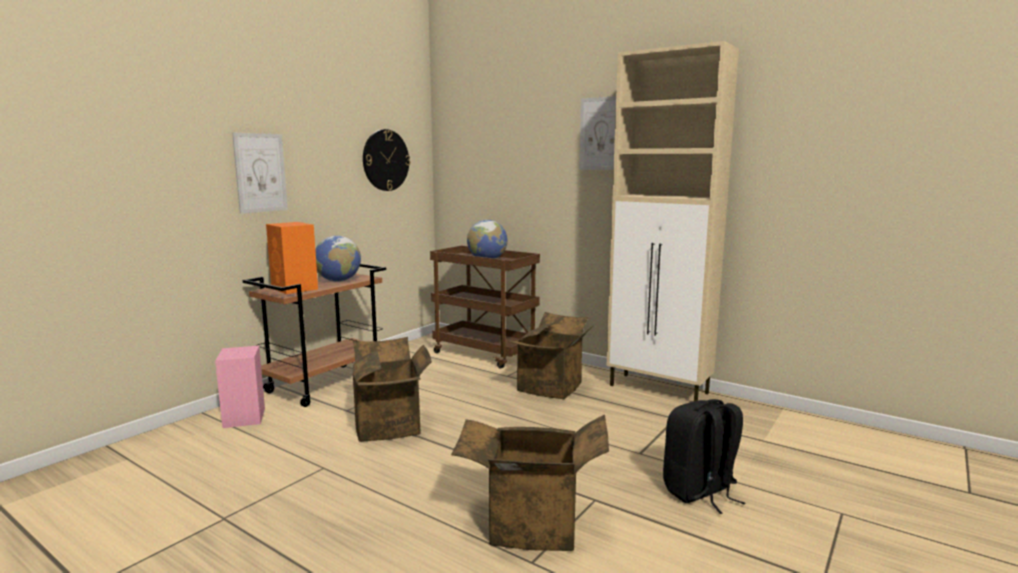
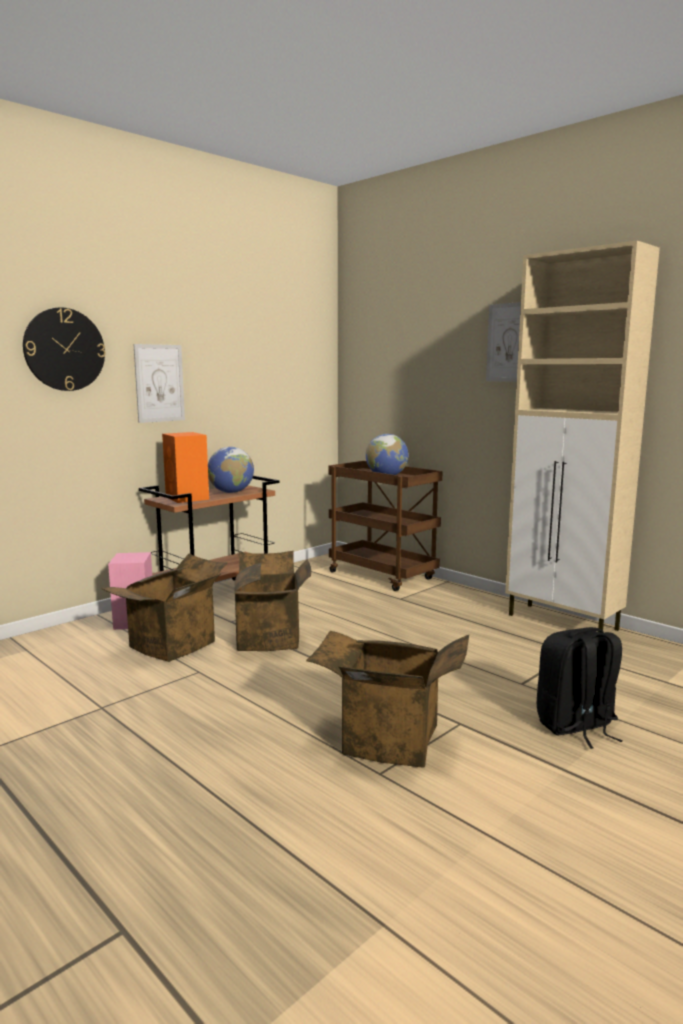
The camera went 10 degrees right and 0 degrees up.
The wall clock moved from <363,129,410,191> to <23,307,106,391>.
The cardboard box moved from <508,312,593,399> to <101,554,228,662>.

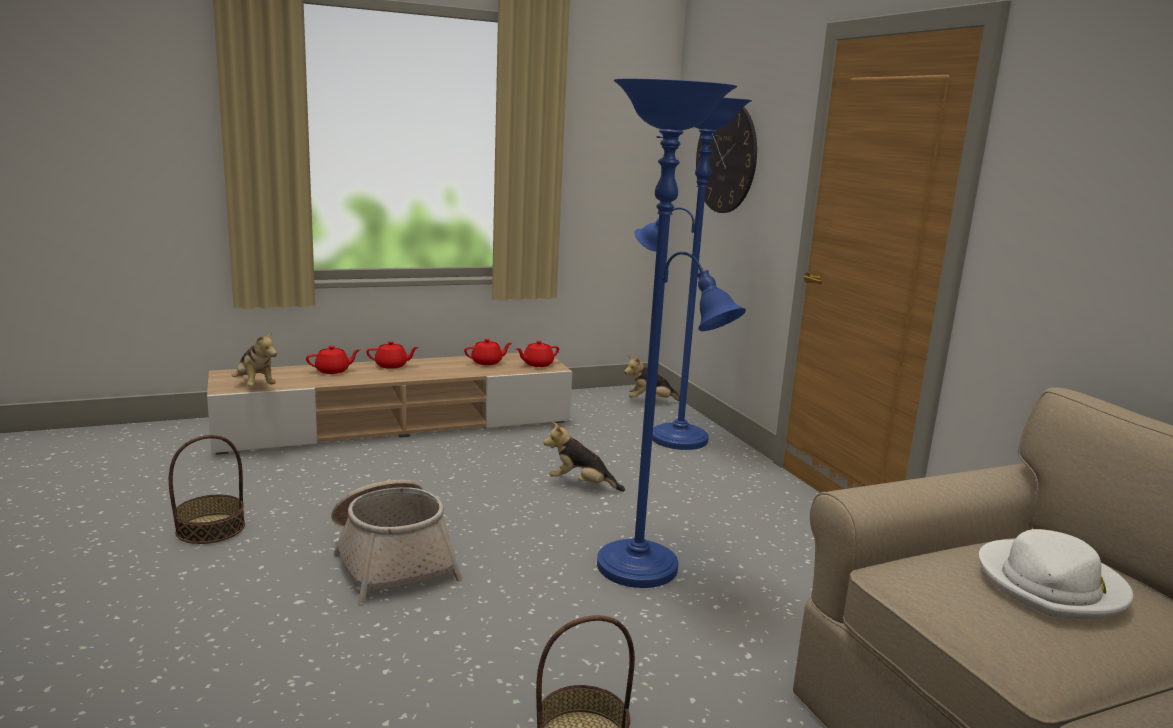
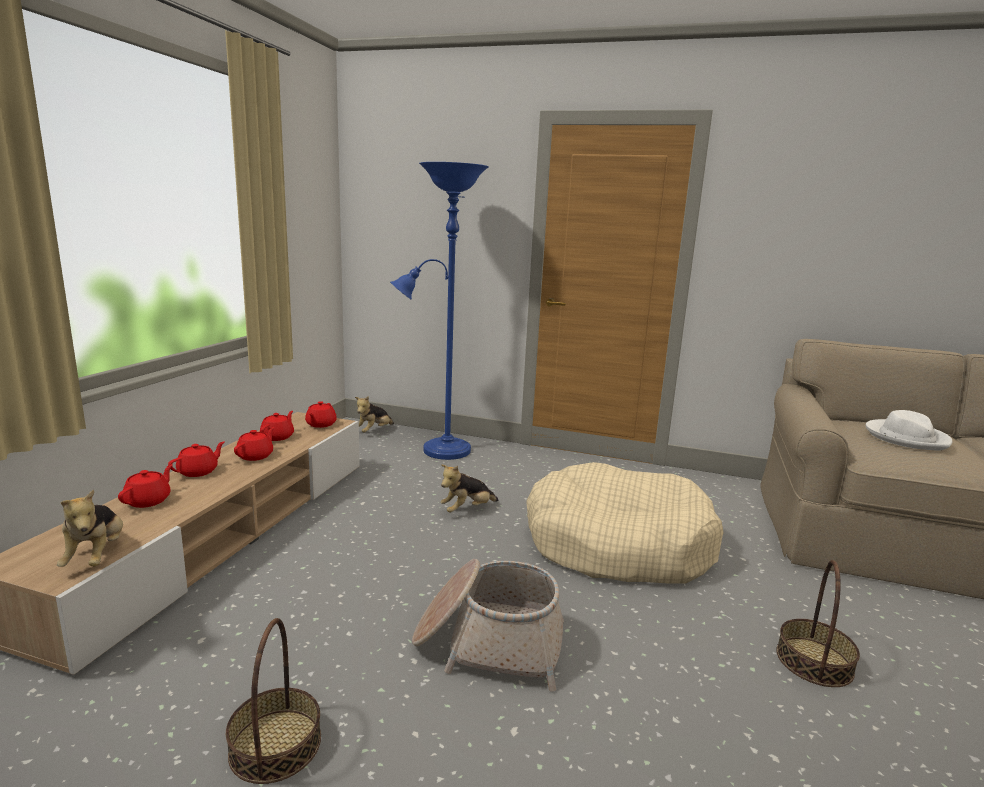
The camera went 50 degrees left and 0 degrees up.
The plush toy at <231,331,277,386> turned 75 degrees clockwise.
The standing lamp in blue at <597,79,746,588> was replaced by the pet bed in beige at <526,462,724,583>.
The wall clock at <696,107,757,213> disappeared.
The tea pot in red at <234,427,275,461> appeared.

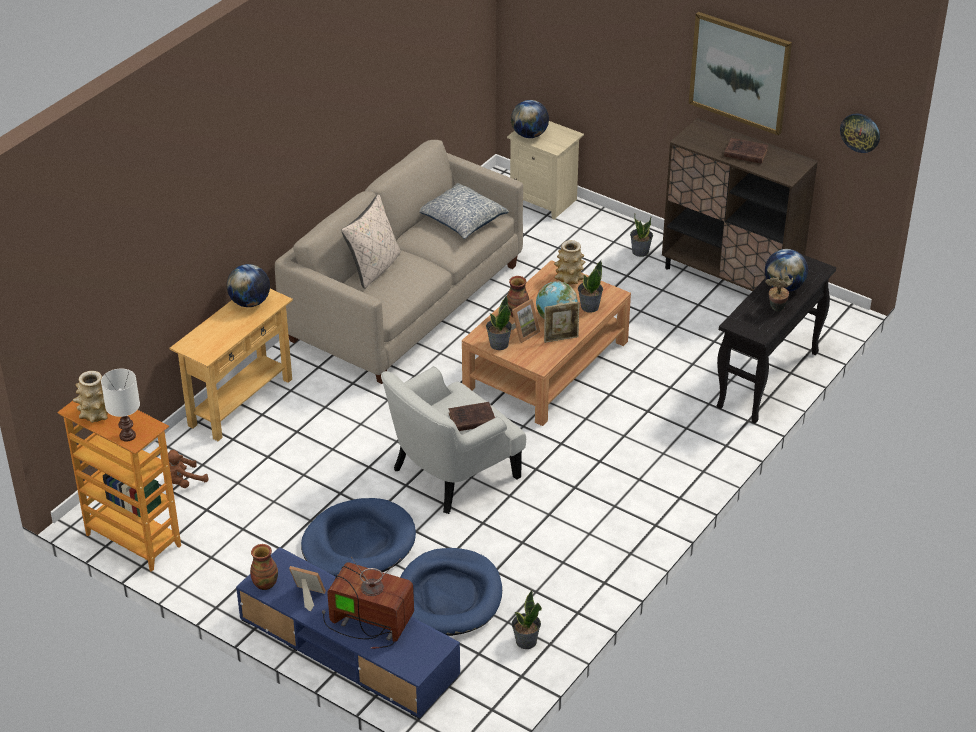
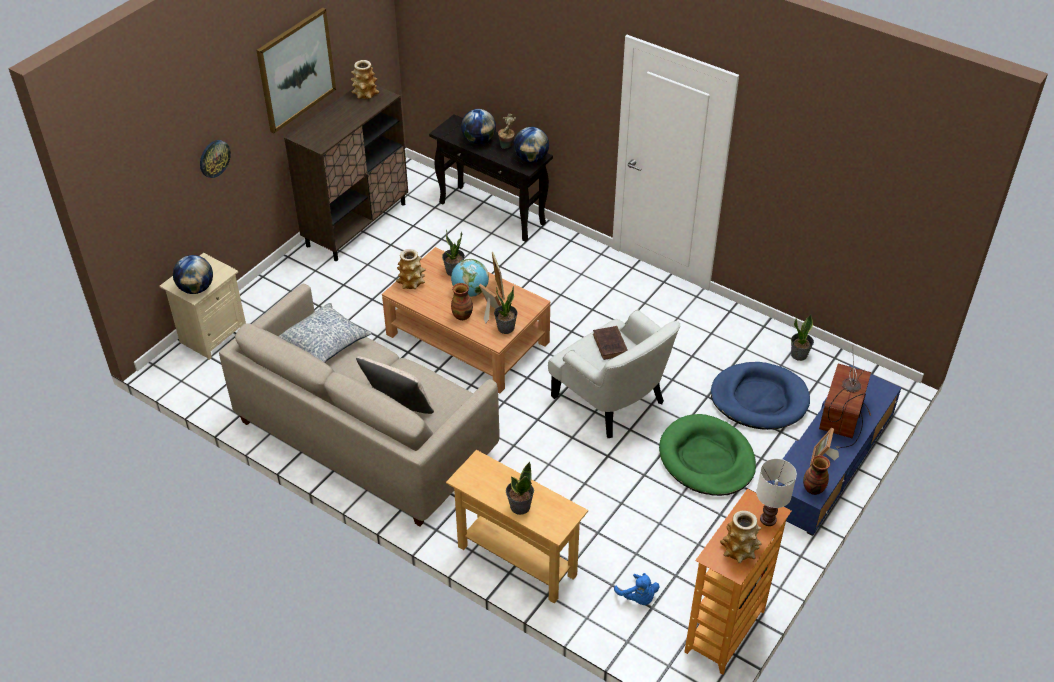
The camera went 90 degrees left and 5 degrees up.
The plush toy in brownish at <168,450,209,488> became the plush toy in blue at <614,573,659,605>.
The world globe moved from <227,264,270,307> to <514,127,549,163>.
The pet bed in blue at <301,498,416,577> became the pet bed in green at <659,414,756,496>.
The plant in a pot moved from <630,216,653,257> to <506,462,534,515>.
The volume in brownish at <724,138,768,164> disappeared.
The wall clock moved from <840,114,880,153> to <200,140,231,178>.
The vase at <351,60,379,99> appeared.

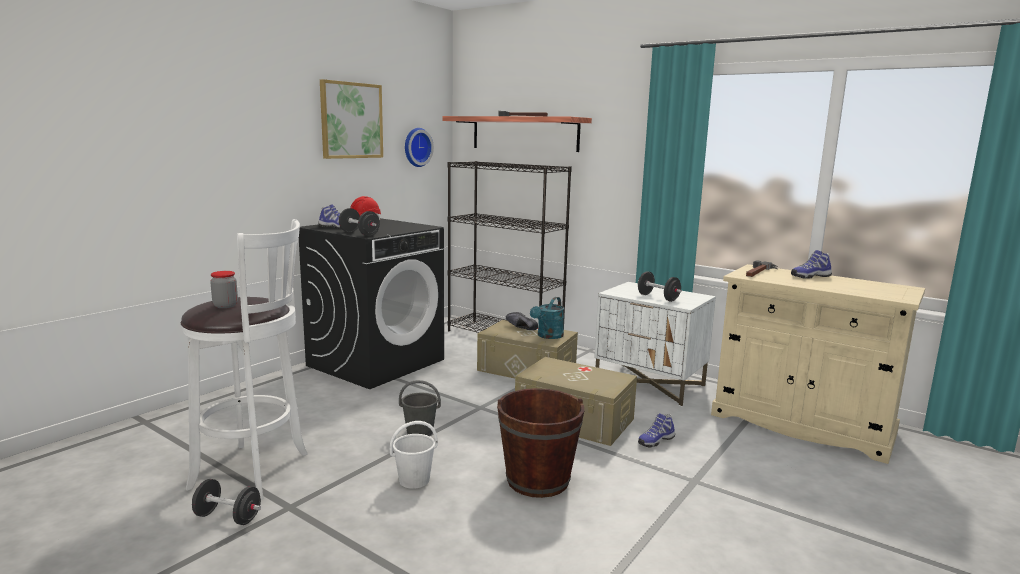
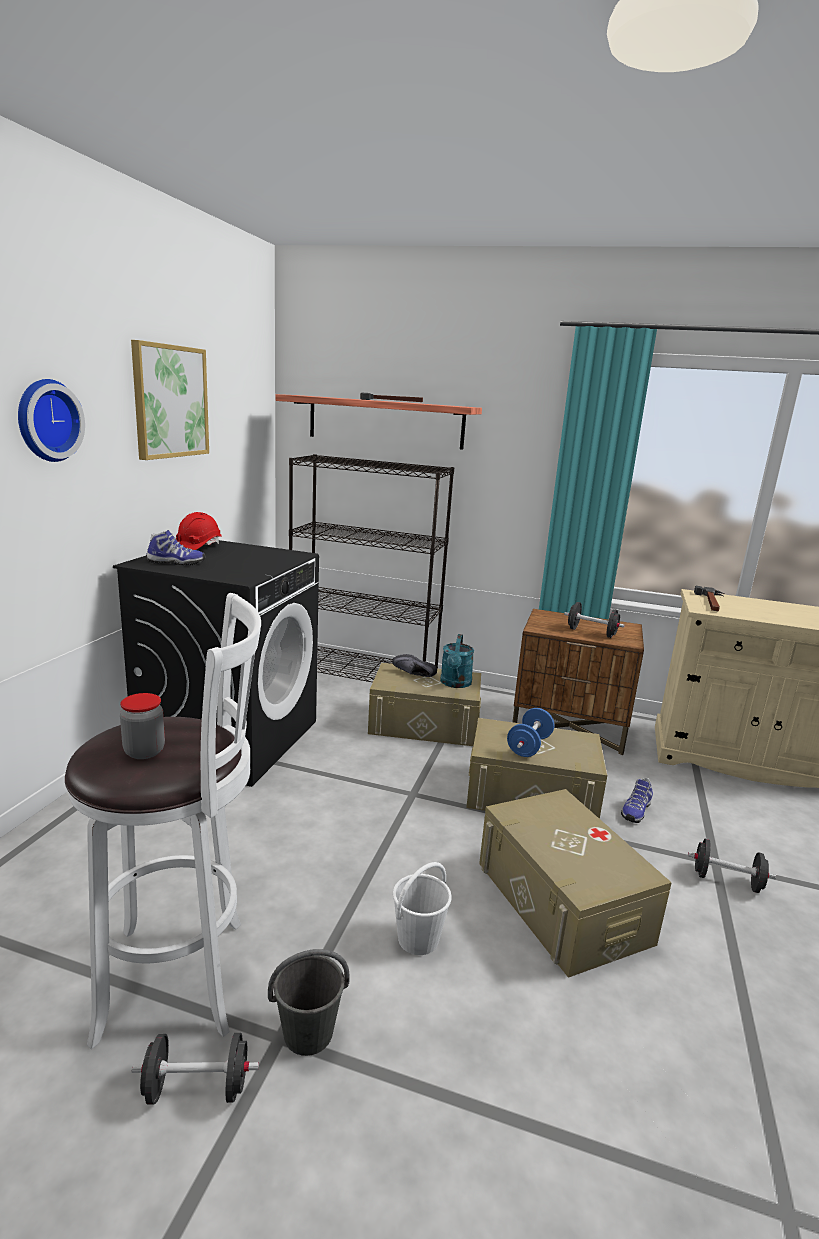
The camera went 20 degrees left and 5 degrees up.
The free weight in black moved from <339,208,380,236> to <688,839,776,893>.
The bucket in gray moved from <399,380,441,436> to <268,949,350,1056>.
The wall clock moved from <405,128,434,167> to <18,379,85,462>.
The bucket in brownish at <497,388,585,498> was replaced by the storage bin in beige at <479,789,672,978>.
The night table in whitish at <594,282,716,407> became the night table in brownish at <513,609,644,755>.
The low shoe at <791,250,832,279> disappeared.
The free weight in blue at <507,708,554,757> appeared.

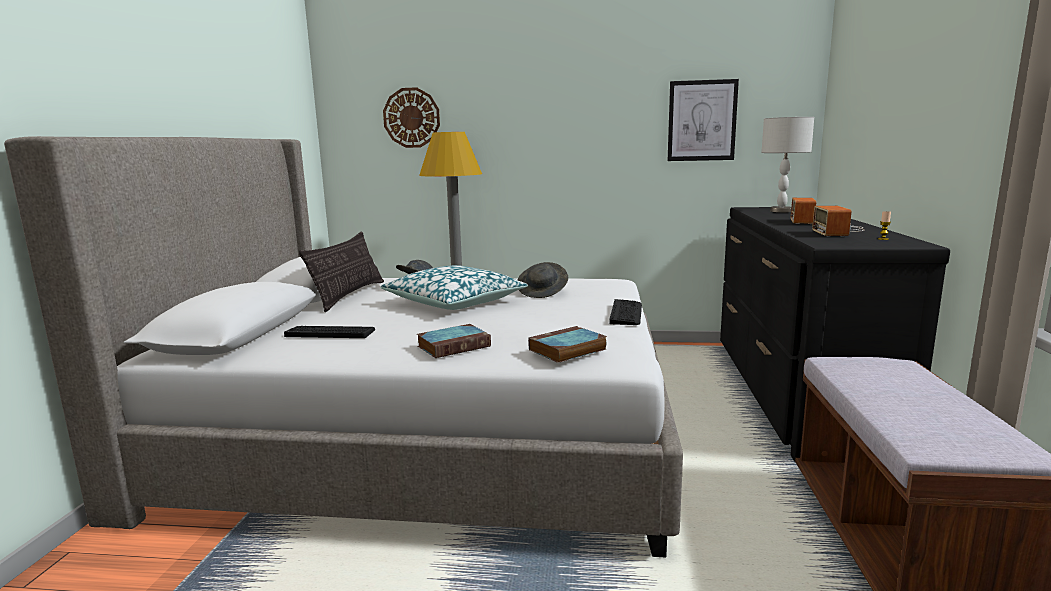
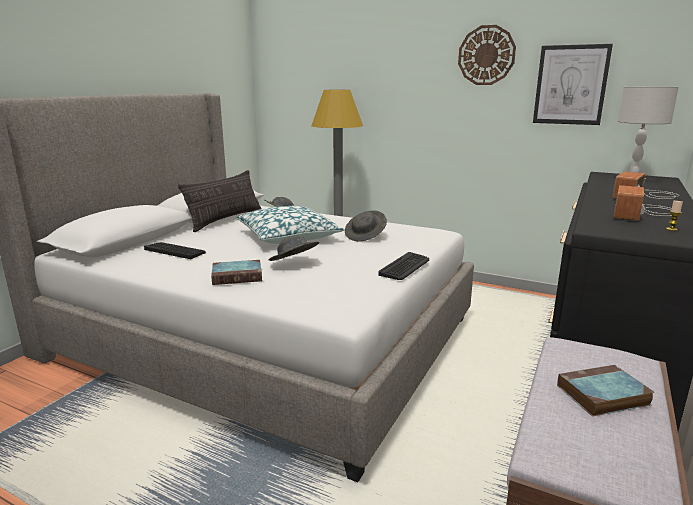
The camera went 20 degrees right and 5 degrees up.
The wall clock moved from <383,87,440,148> to <458,25,516,85>.
The volume moved from <528,326,607,363> to <557,365,654,416>.
The clothing hat in gray at <269,236,319,261> appeared.

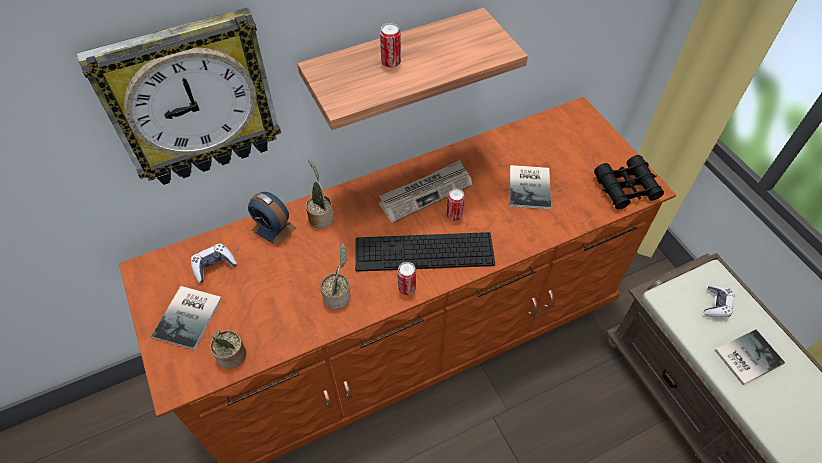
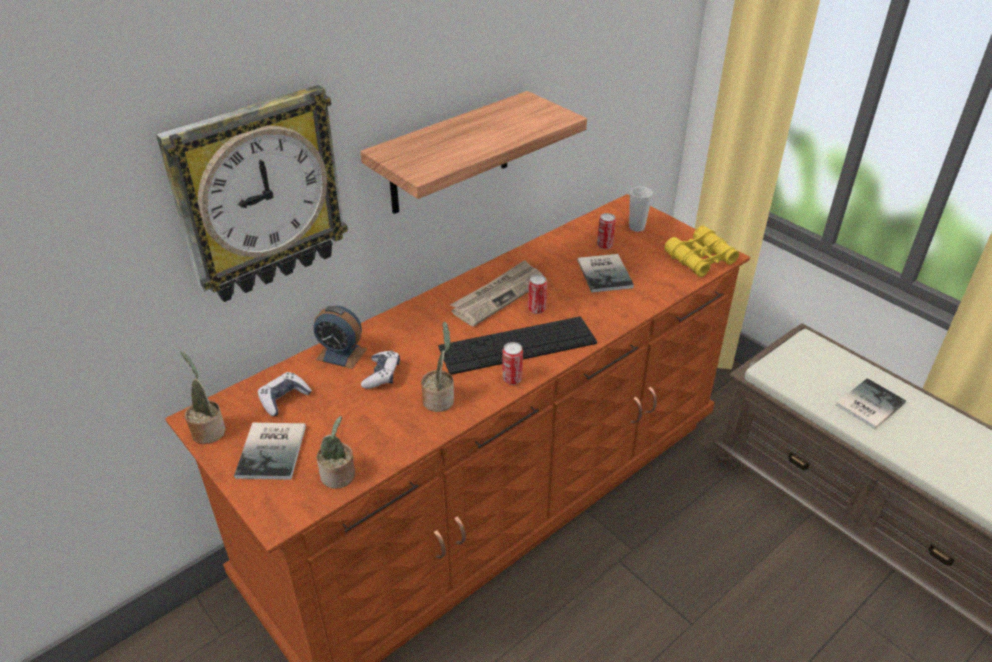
The camera went 15 degrees left and 15 degrees down.
The plant in a pot moved from <305,160,334,228> to <181,352,225,444>.
The sealed can moved from <380,23,401,68> to <597,213,616,249>.
The field glasses in black at <594,155,664,210> became the field glasses in yellowish at <664,226,739,277>.
The gamepad moved from <704,285,735,317> to <361,351,400,389>.
The small cup at <629,187,653,232> appeared.

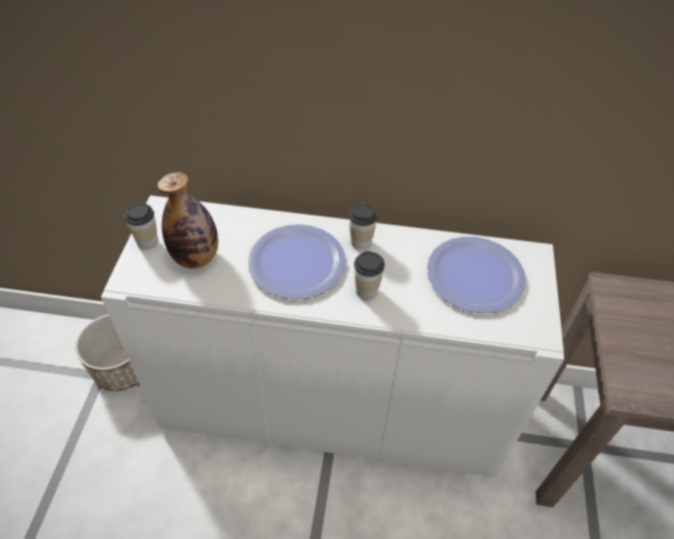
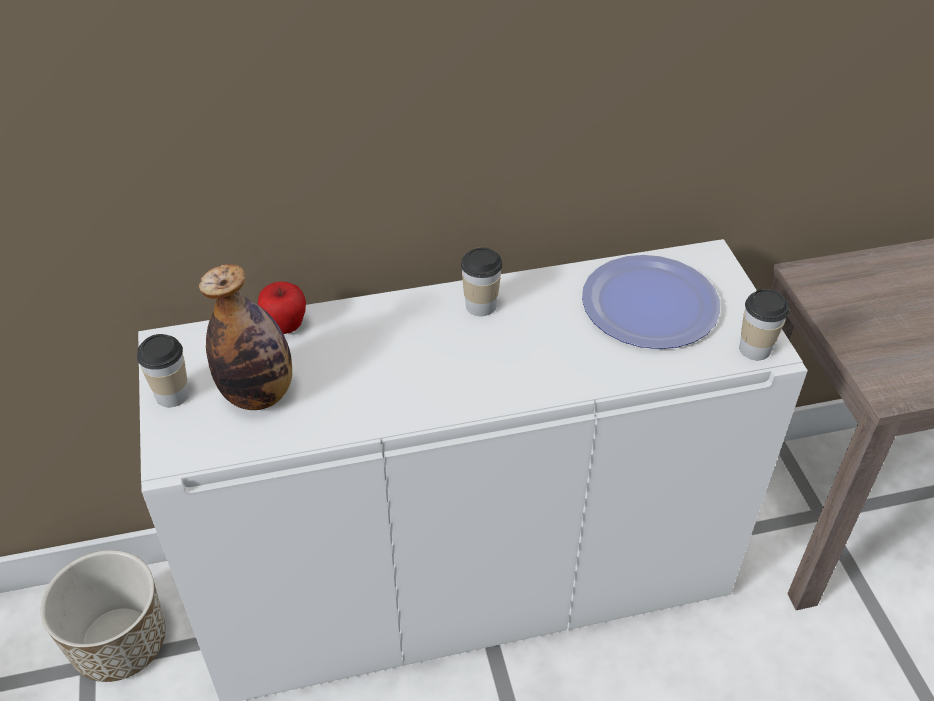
The camera went 20 degrees left and 5 degrees down.
The flat dish at <248,224,346,299> disappeared.
The small cup moved from <354,251,385,299> to <739,289,789,360>.
The apple at <258,281,306,334> appeared.

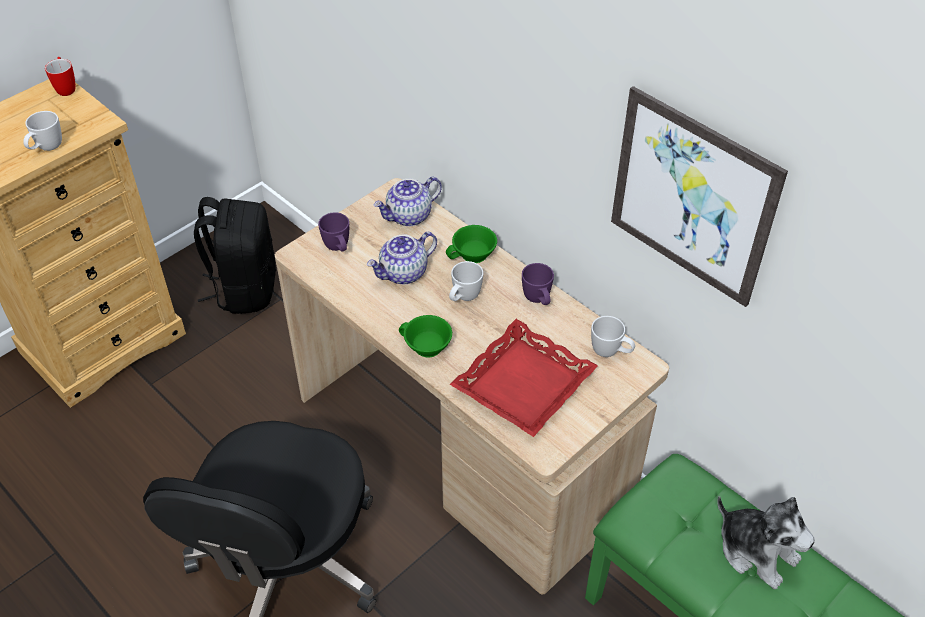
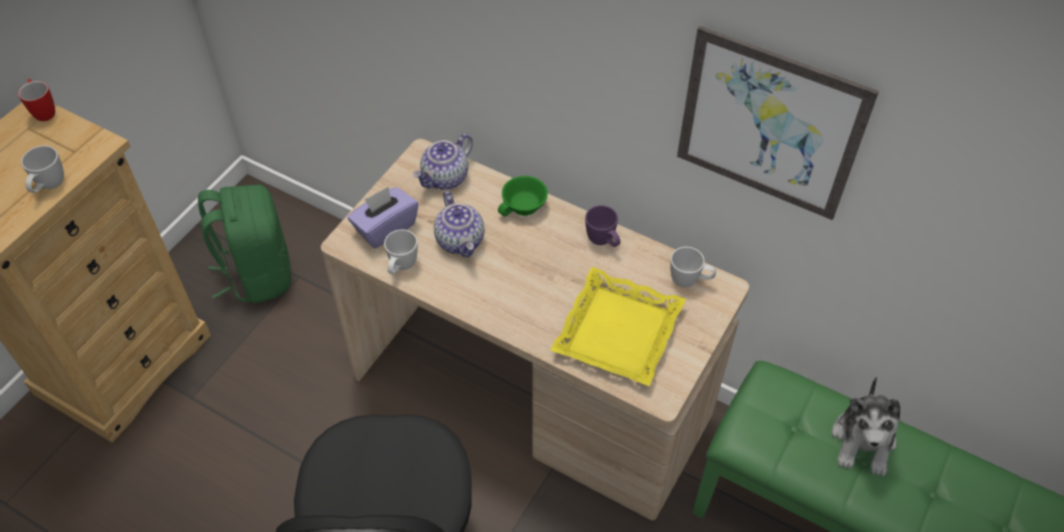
The camera went 15 degrees left and 5 degrees up.
The rucksack in black at <194,197,276,314> became the rucksack in green at <198,185,291,303>.
The coffee mug in purple at <318,212,349,251> was replaced by the tissue holder in purple at <348,187,418,248>.
The tea pot at <367,232,437,284> turned 60 degrees counterclockwise.
The small cup in green at <399,315,452,357> disappeared.
The coffee mug in whitish moved from <449,261,483,301> to <384,229,418,274>.
The tray in red at <450,319,598,437> became the tray in yellowish at <551,267,686,386>.
The plush toy at <718,496,815,589> turned 75 degrees clockwise.

